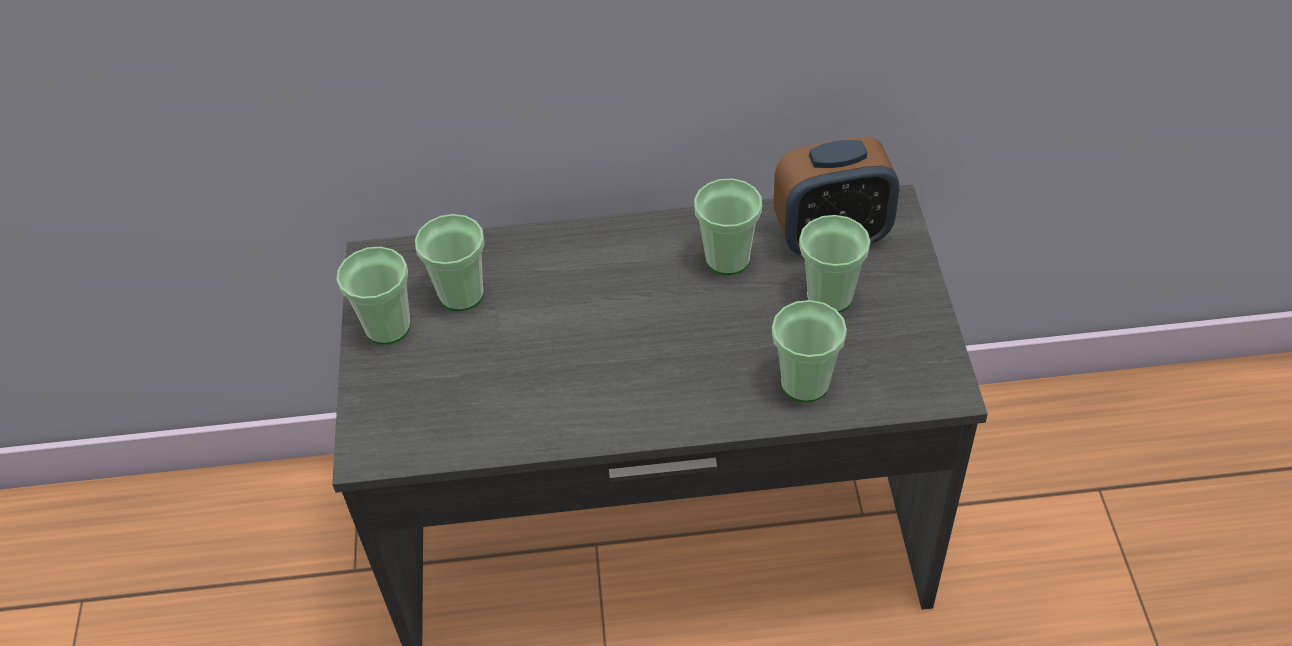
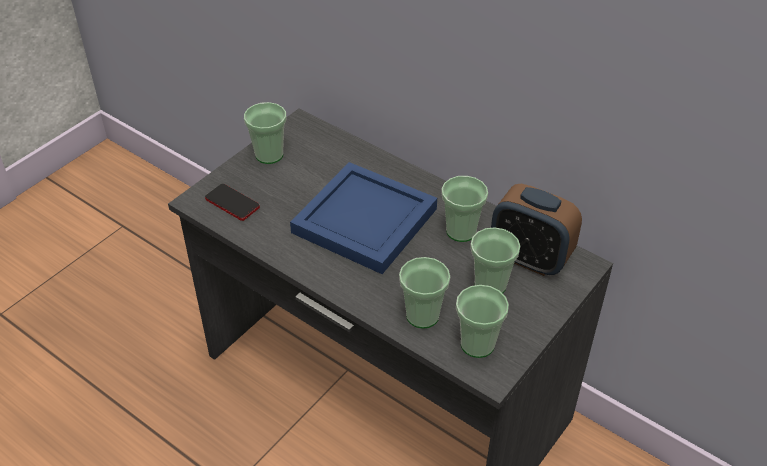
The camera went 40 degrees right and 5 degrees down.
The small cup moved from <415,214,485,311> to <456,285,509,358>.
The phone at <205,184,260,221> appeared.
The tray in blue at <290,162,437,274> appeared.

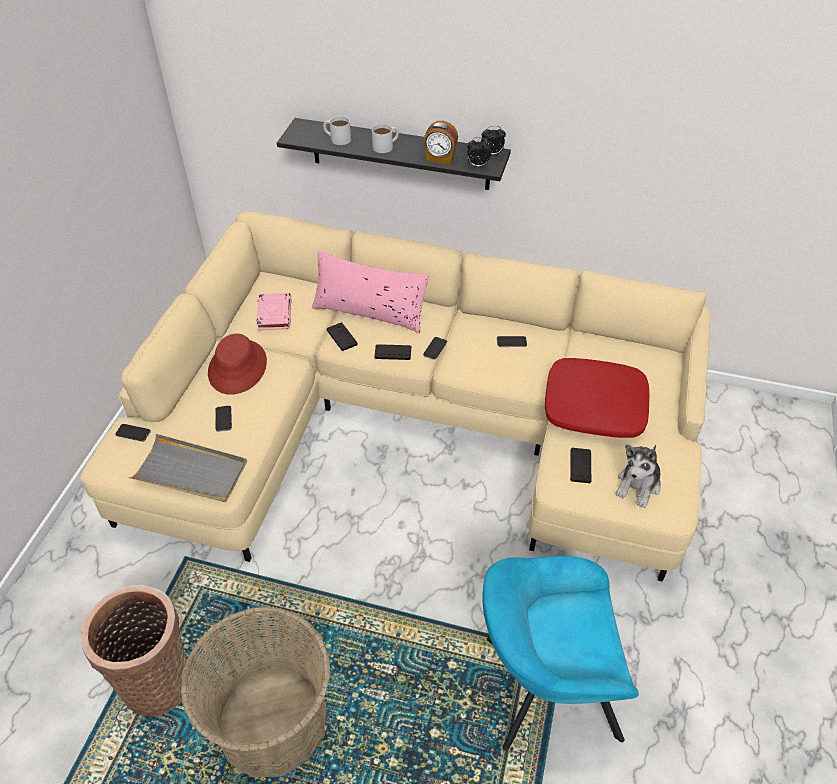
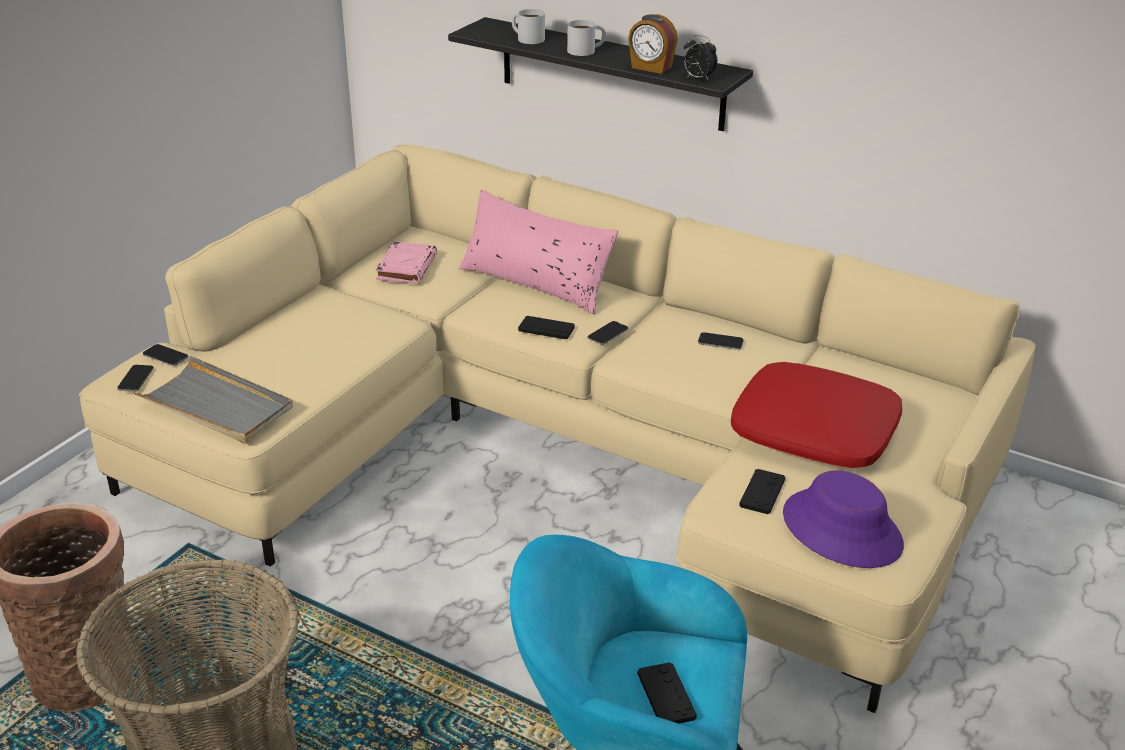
The camera went 15 degrees right and 15 degrees down.
The clothing hat in red at <208,334,267,395> disappeared.
The phone moved from <215,406,232,432> to <117,365,154,392>.
The gamepad in black moved from <327,323,358,351> to <638,662,697,724>.
The bedside clock at <481,126,506,155> disappeared.
The plush toy at <616,445,661,508> was replaced by the clothing hat in purple at <783,470,904,568>.

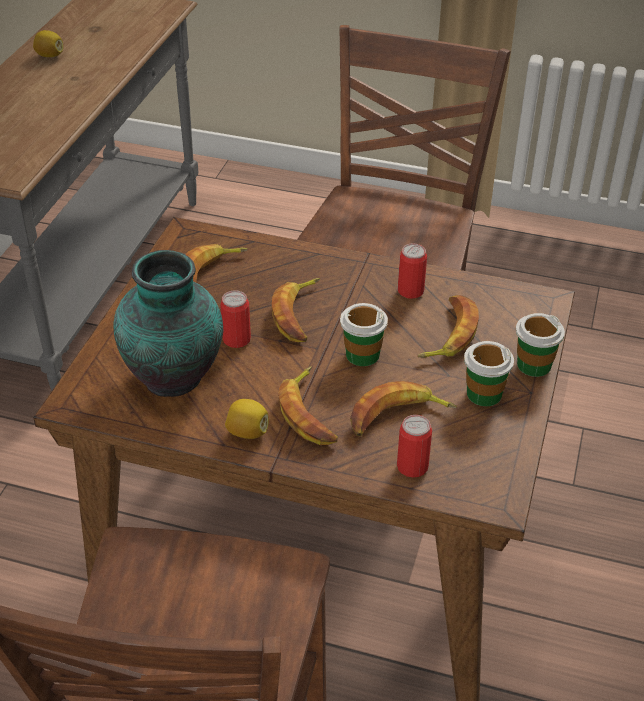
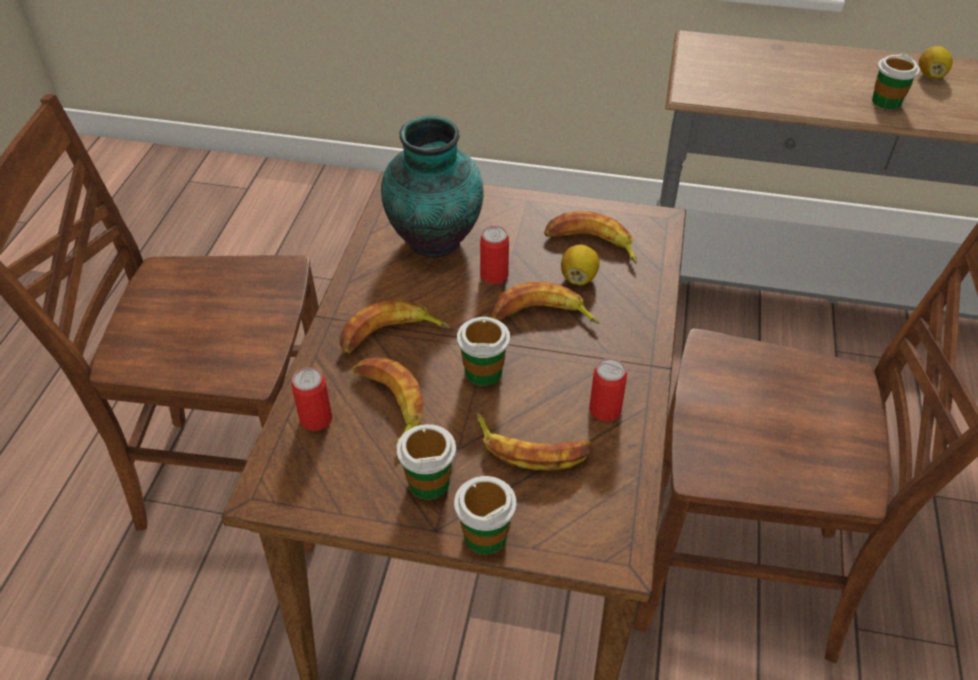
The camera went 85 degrees right and 5 degrees up.
The whole lemon moved from <225,399,269,439> to <561,245,600,285>.
The small cup at <872,54,920,110> appeared.

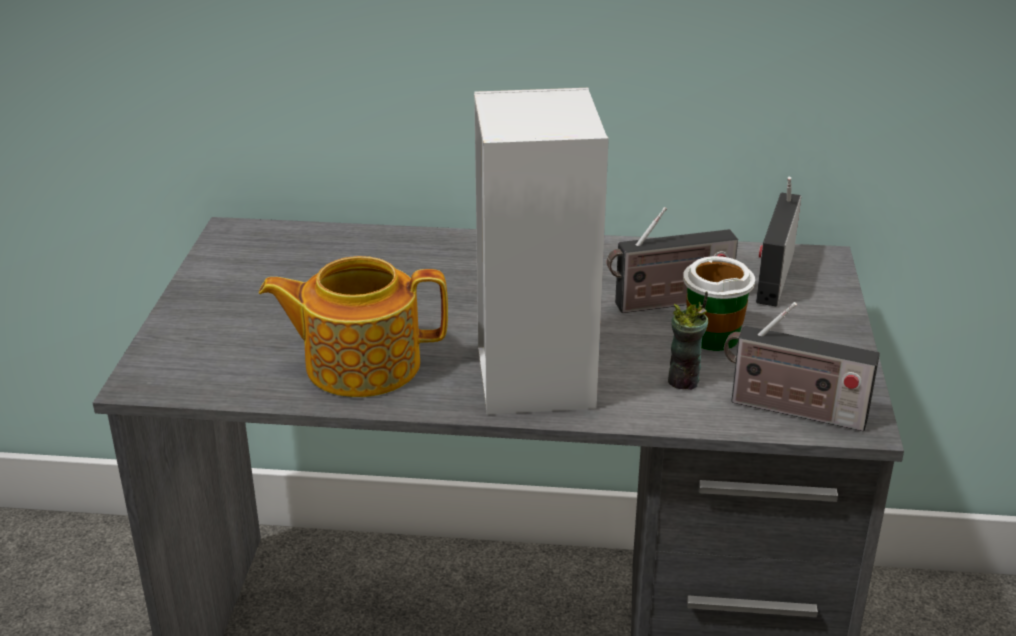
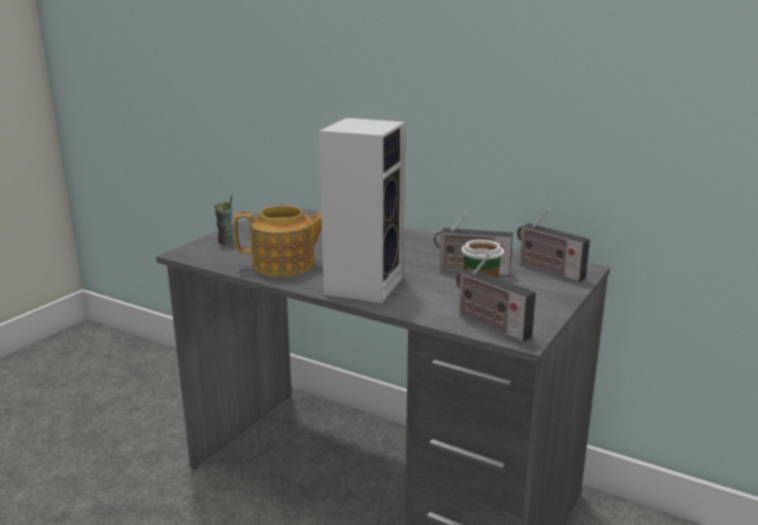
The camera went 25 degrees right and 10 degrees down.
The tea pot at <259,256,448,397> turned 150 degrees clockwise.
The small cup moved from <668,291,708,390> to <214,196,234,245>.
The radio receiver at <756,177,801,307> turned 90 degrees counterclockwise.

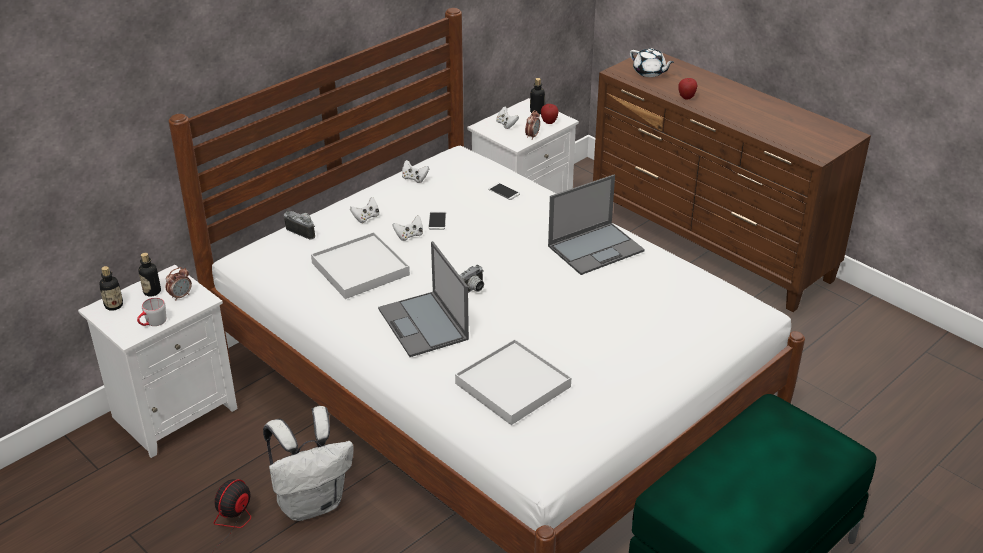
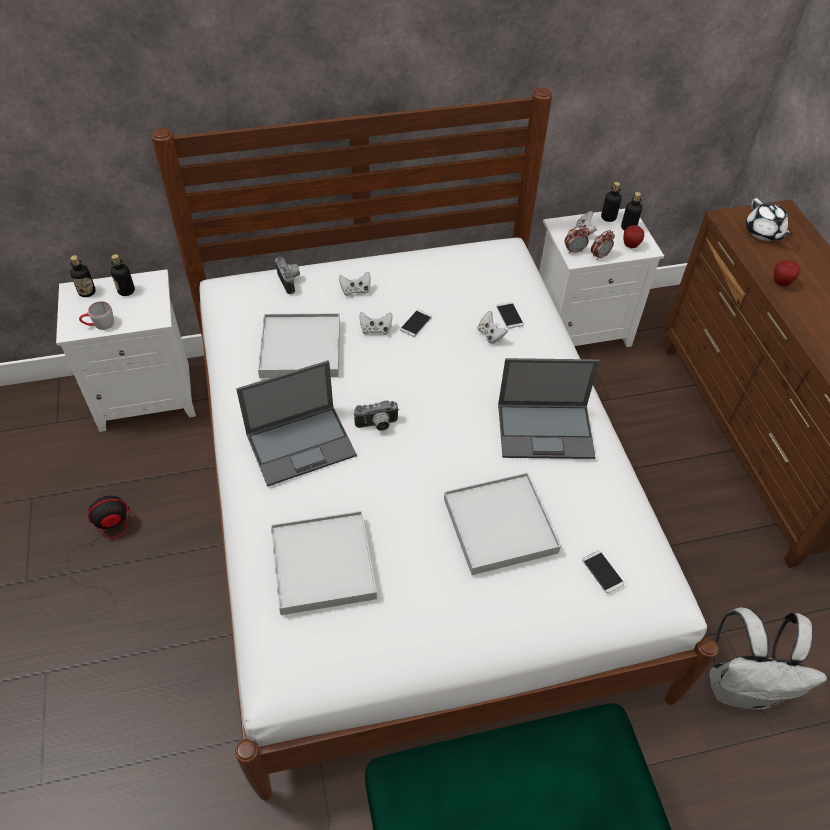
The camera went 30 degrees right and 15 degrees up.
The bedside clock moved from <165,267,192,301> to <564,226,590,254>.
The rucksack in whitish moved from <263,406,353,521> to <710,607,827,709>.
The notebook computer at <378,241,469,357> turned 120 degrees counterclockwise.
The gamepad in whitish moved from <402,160,429,183> to <478,311,508,344>.
The tray in whitish at <444,472,561,575> appeared.
The phone at <582,551,624,593> appeared.
The beverage bottle at <601,182,622,222> appeared.

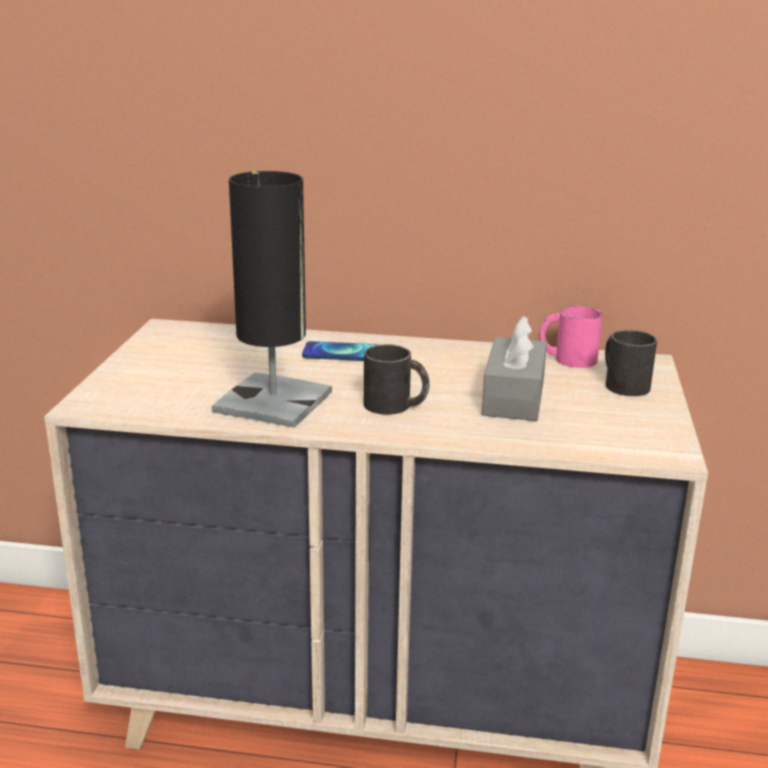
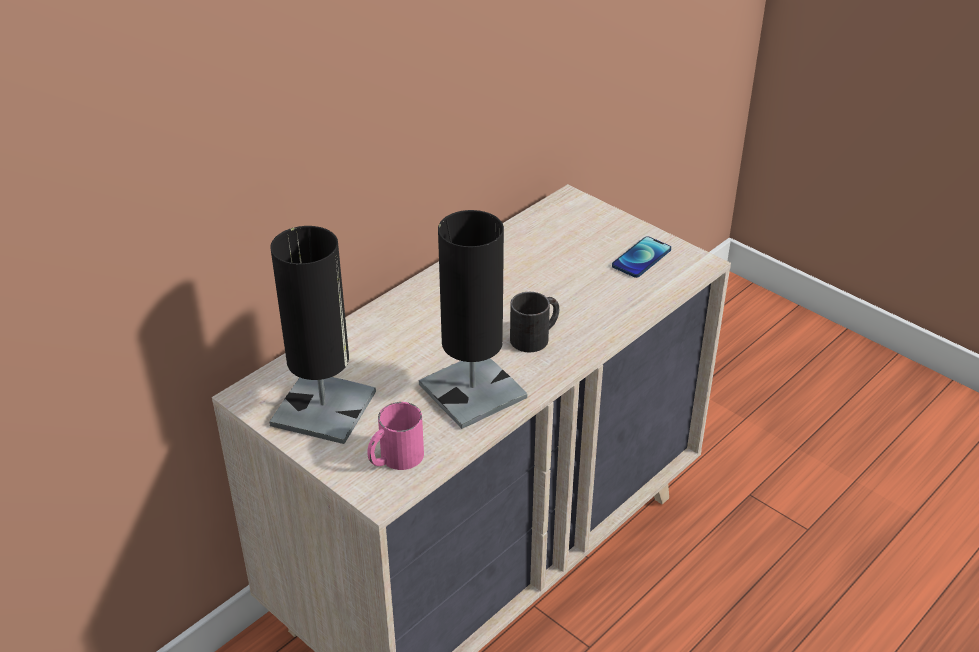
The camera went 55 degrees left and 15 degrees up.
The phone moved from <302,341,378,361> to <612,236,671,278>.
The tissue holder in gray at <482,316,547,421> disappeared.
The coffee mug in pink-coloured moved from <539,306,603,368> to <367,402,424,470>.
The coffee mug in black at <605,330,657,396> disappeared.
The lamp for a table in black at <269,226,376,444> appeared.

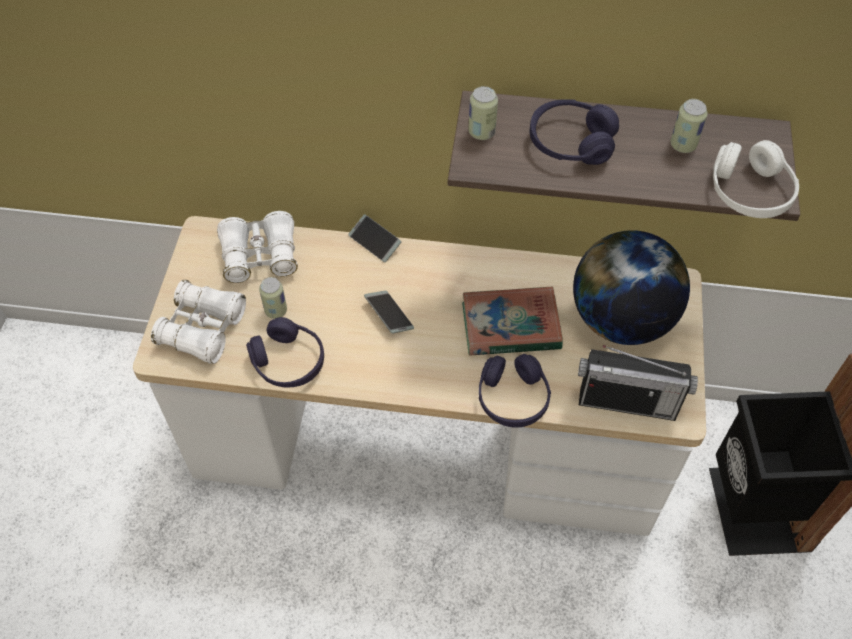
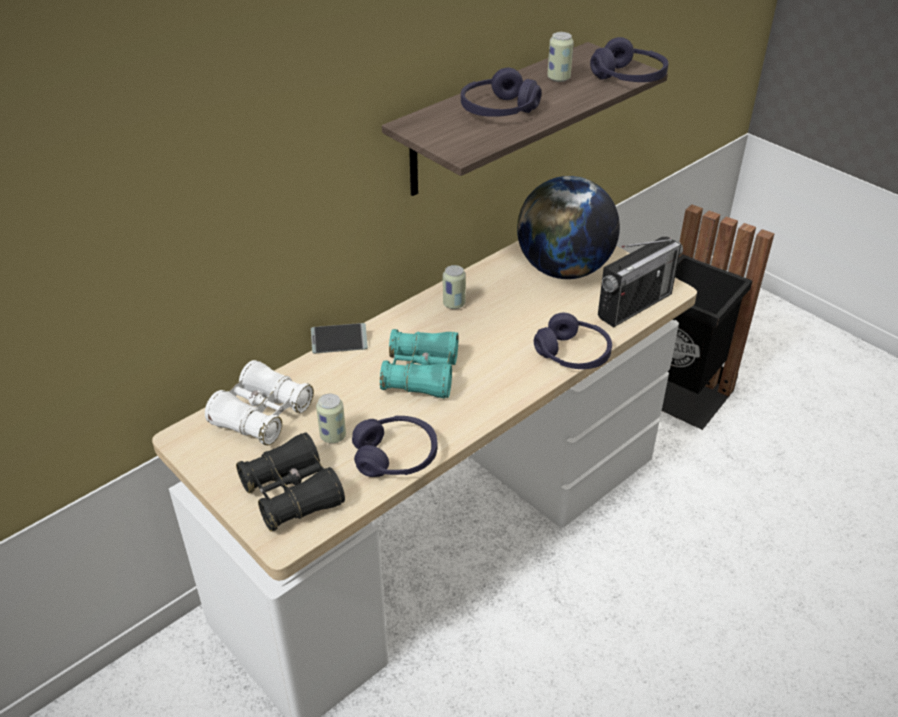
The camera went 50 degrees left and 15 degrees down.
The field glasses in whitish at <151,280,246,364> became the field glasses in black at <236,433,345,531>.
The phone at <364,290,414,334> was replaced by the field glasses in turquoise-coloured at <380,329,459,398>.
The volume at <462,286,563,356> disappeared.
The sealed can moved from <468,86,498,140> to <443,265,466,309>.
The pair of headphones in whitish at <713,140,799,218> became the pair of headphones in purple at <590,37,668,82>.

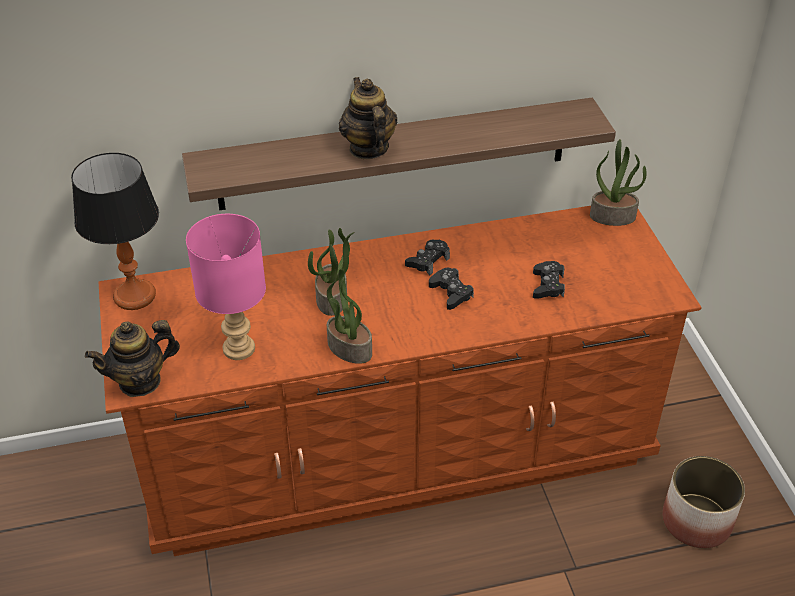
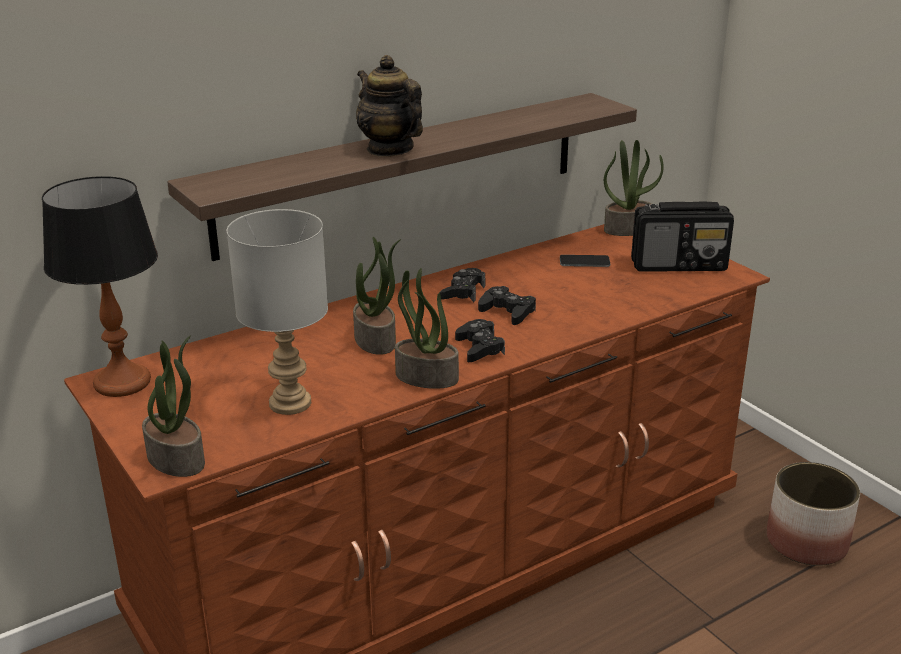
The camera went 20 degrees left and 15 degrees down.
The tea pot at <85,320,180,397> was replaced by the plant in a pot at <142,336,205,477>.
The lamp for a table in pink-coloured at <186,214,266,360> became the lamp for a table in gray at <227,209,328,415>.
The gamepad in black moved from <533,261,565,299> to <455,319,505,362>.
The phone at <560,255,610,267> appeared.
The radio receiver at <631,201,734,272> appeared.

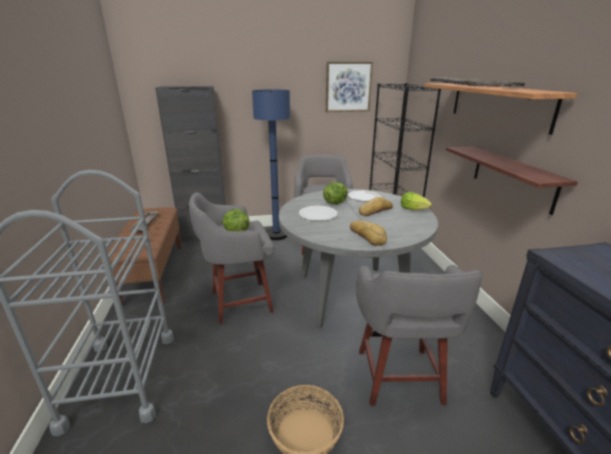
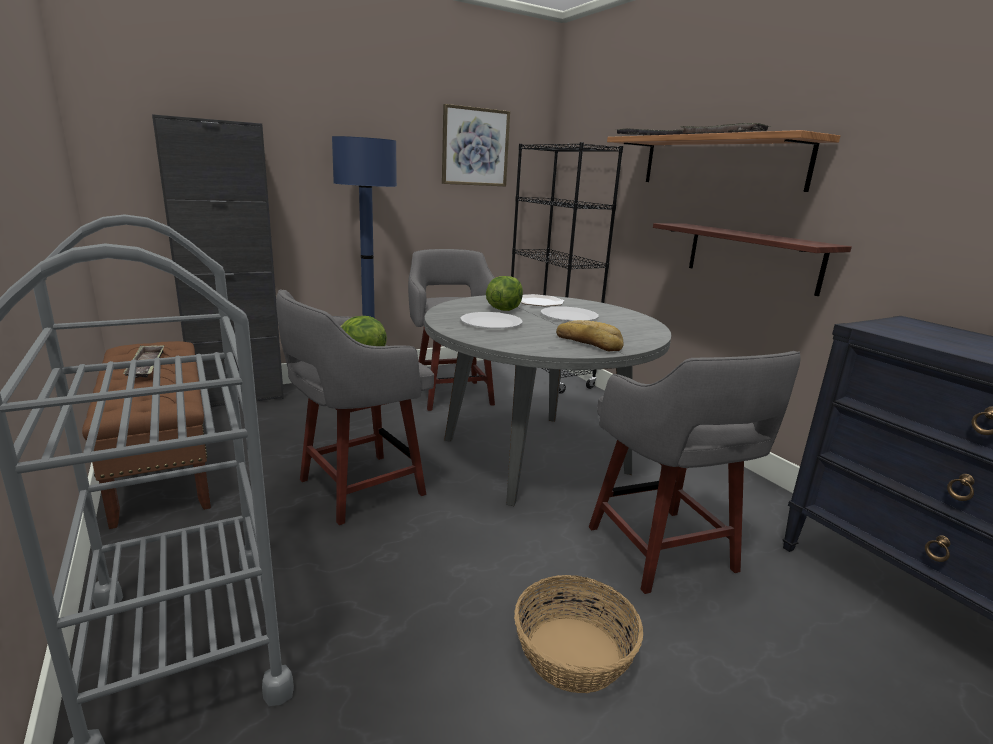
The camera went 20 degrees left and 5 degrees down.
The bread at <359,197,393,216> was replaced by the flat dish in whitish at <541,306,599,321>.
The lettuce at <401,192,432,210> disappeared.

